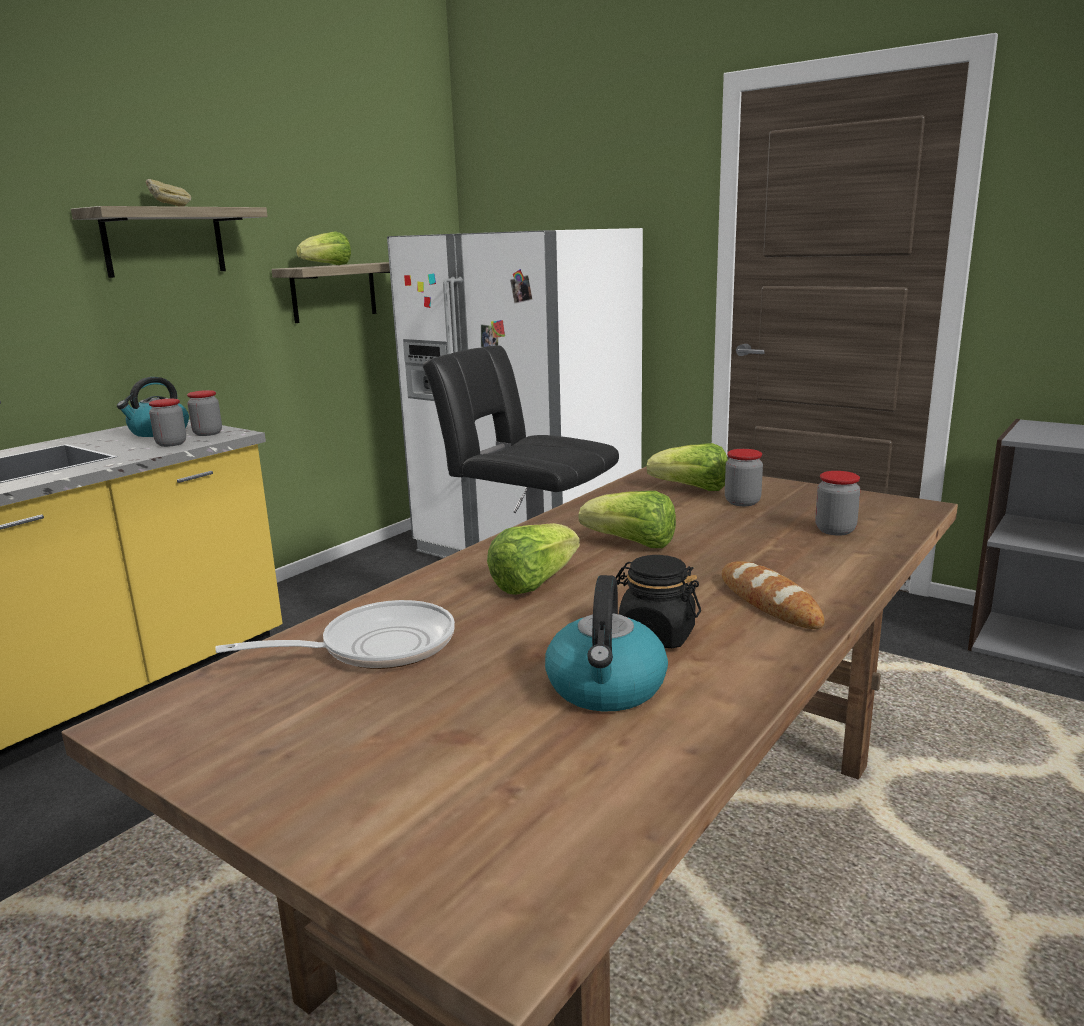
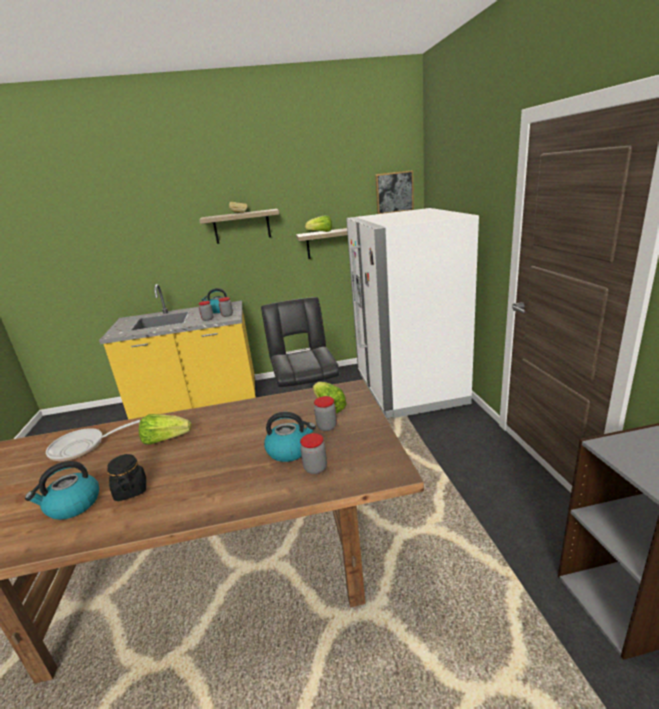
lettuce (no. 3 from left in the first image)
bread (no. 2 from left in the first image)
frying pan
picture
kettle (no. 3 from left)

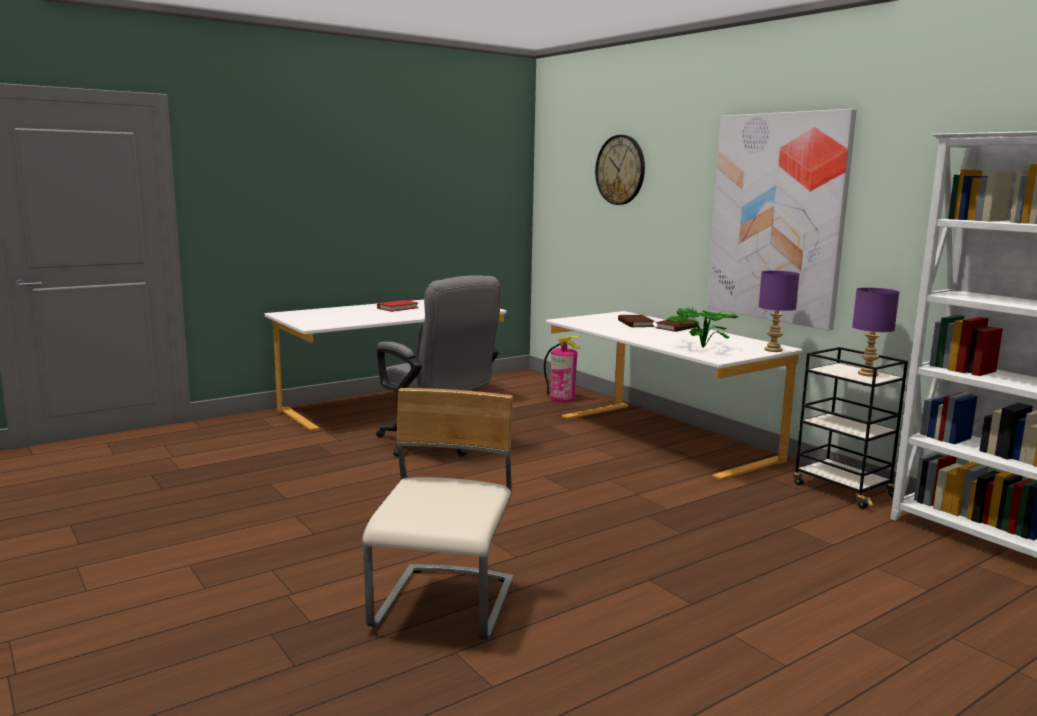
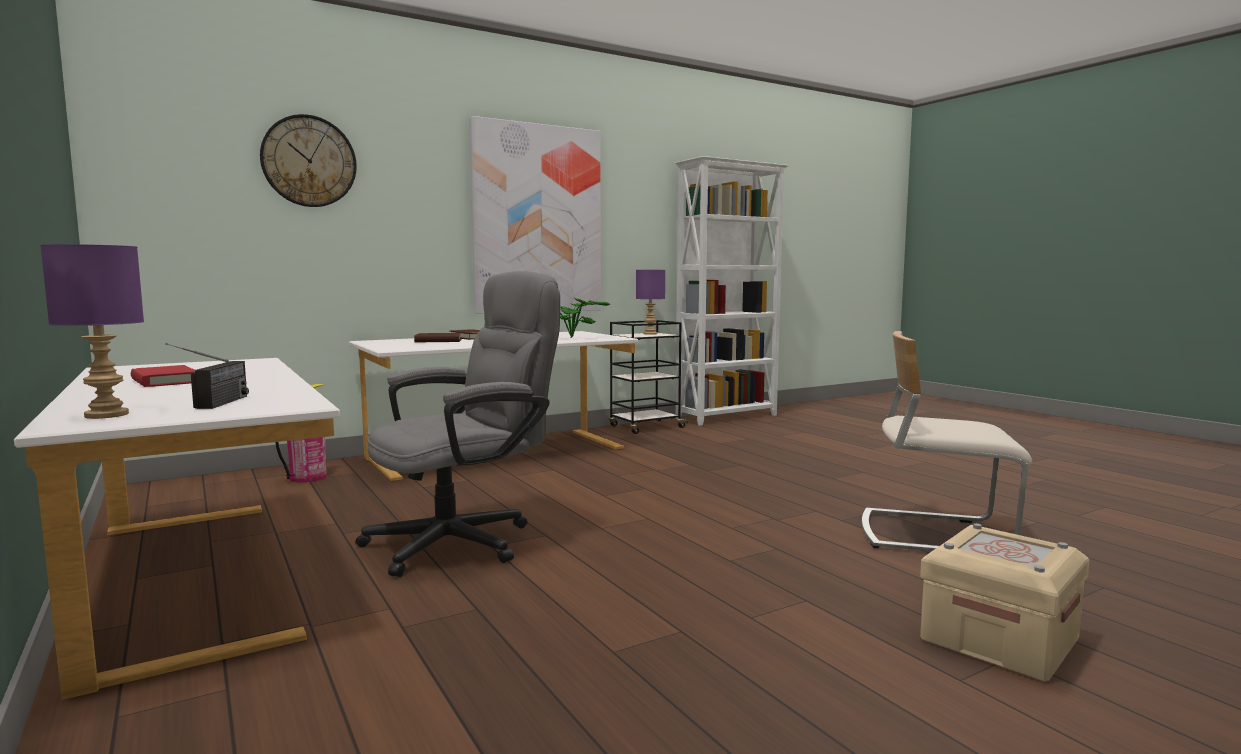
purple table lamp (no. 1 from left)
radio
beige storage box

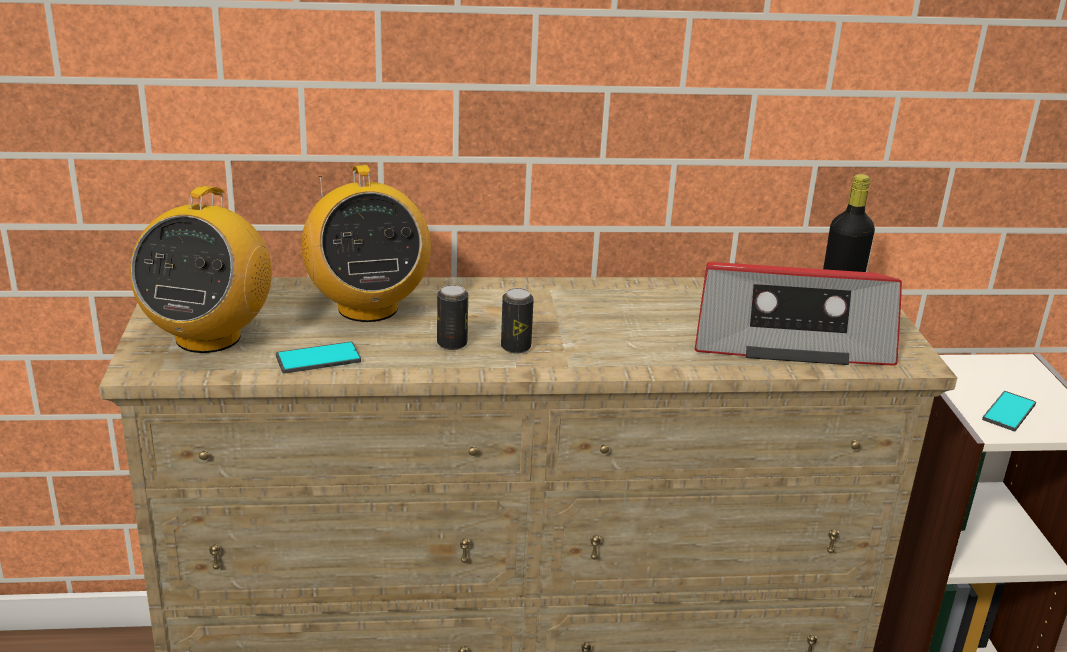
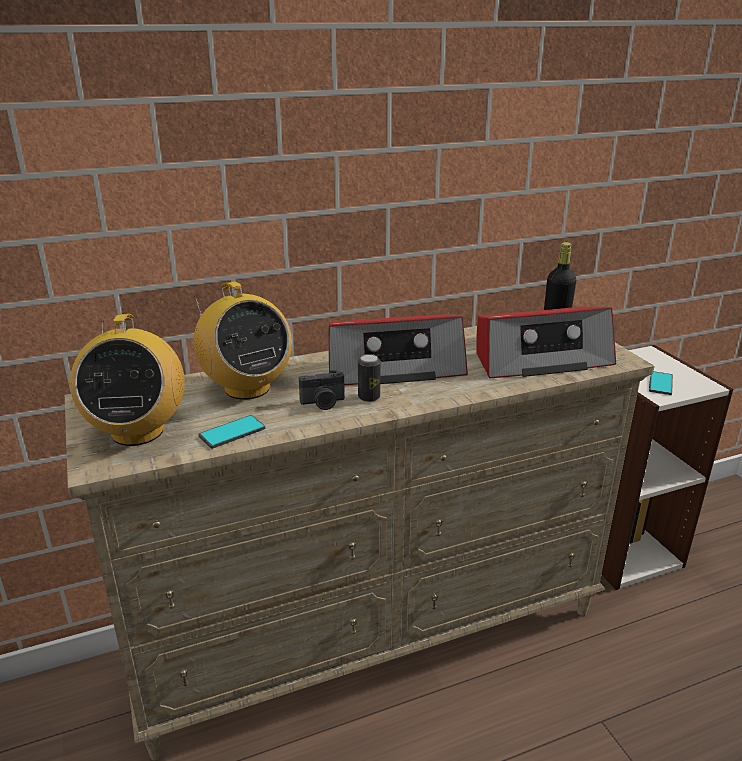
photo camera
radio (no. 3 from left)

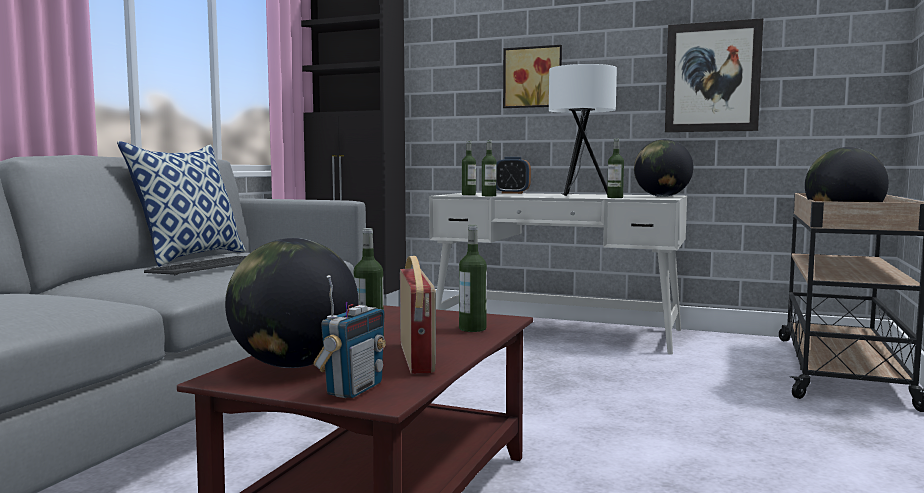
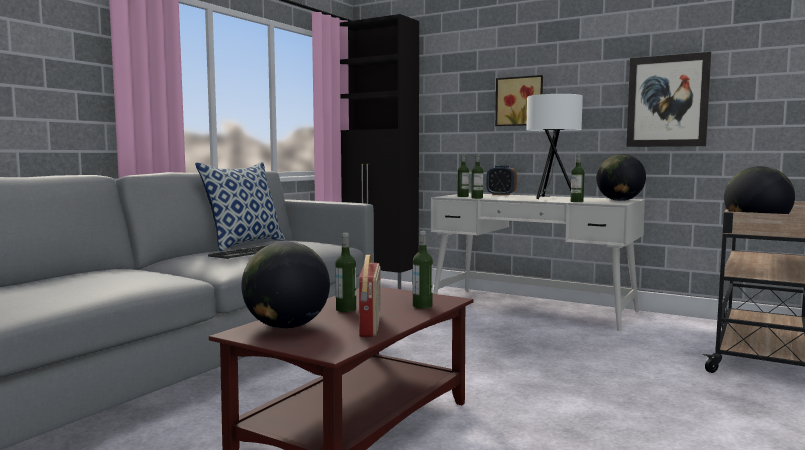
radio (no. 1 from left in the first image)

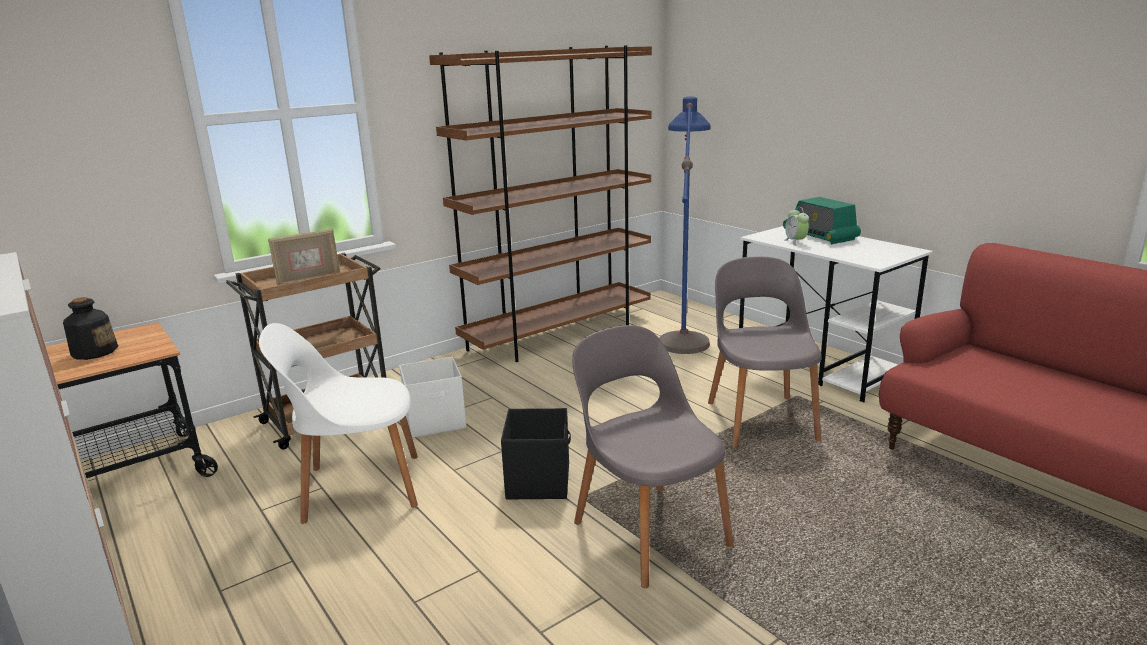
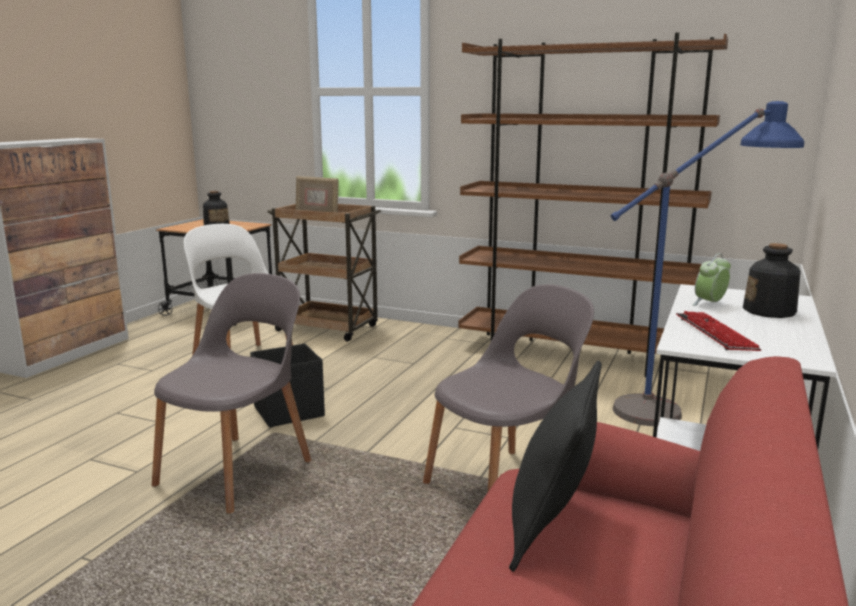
bottle (no. 2 from left)
white storage box
keyboard
black pillow

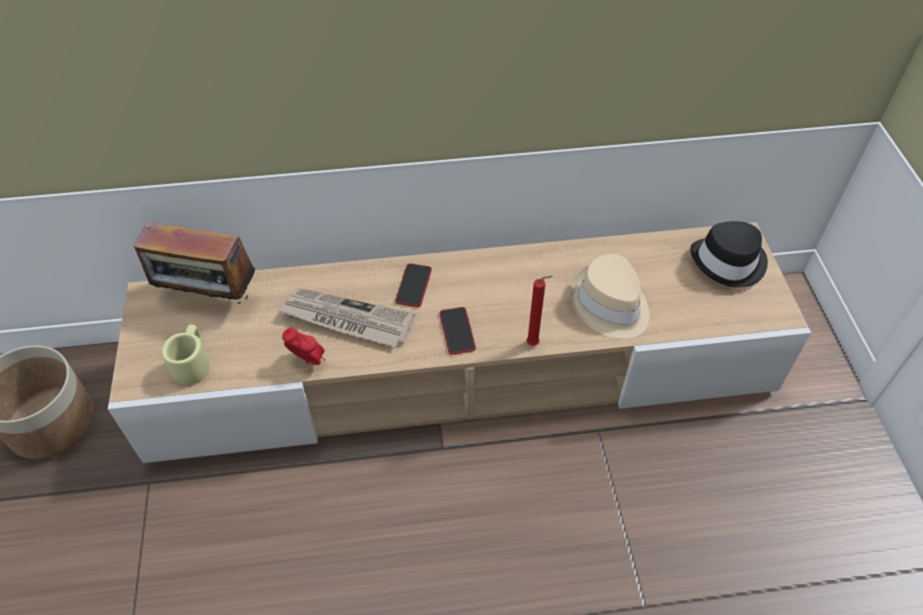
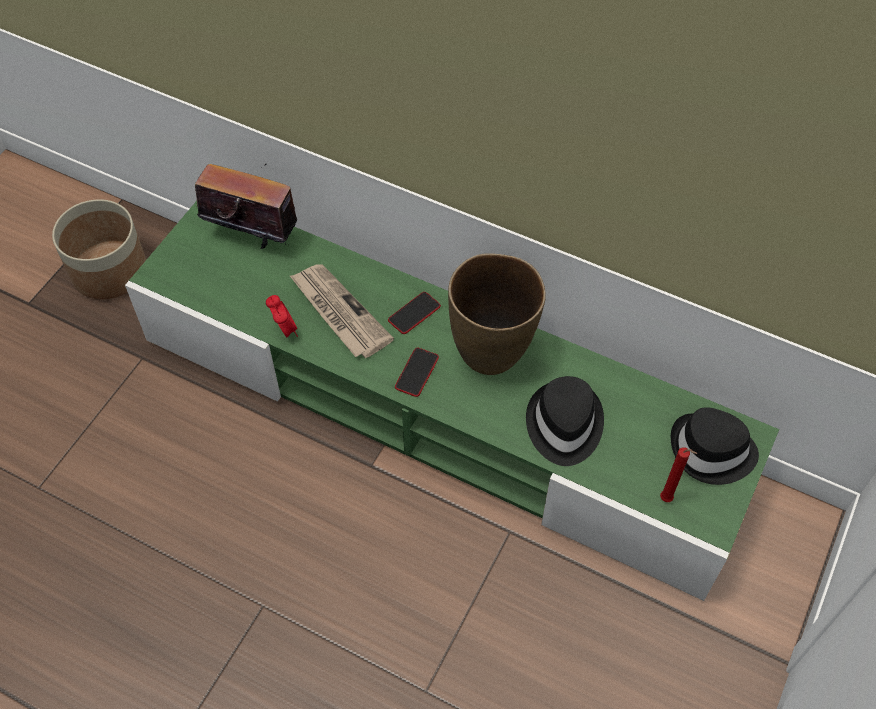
green tv stand
radio
black hat (no. 1 from left)
red candle
beige mug
brown vase

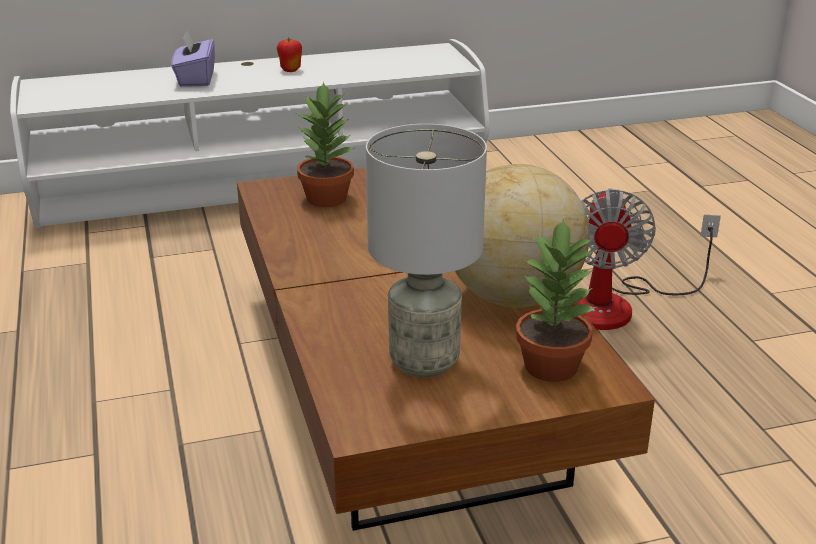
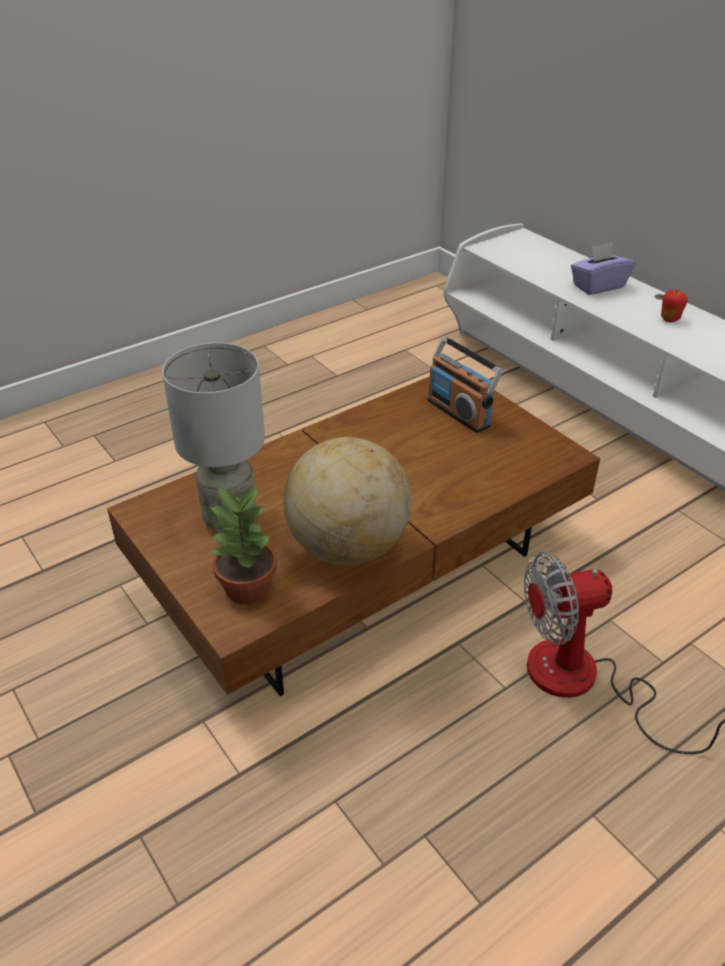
radio

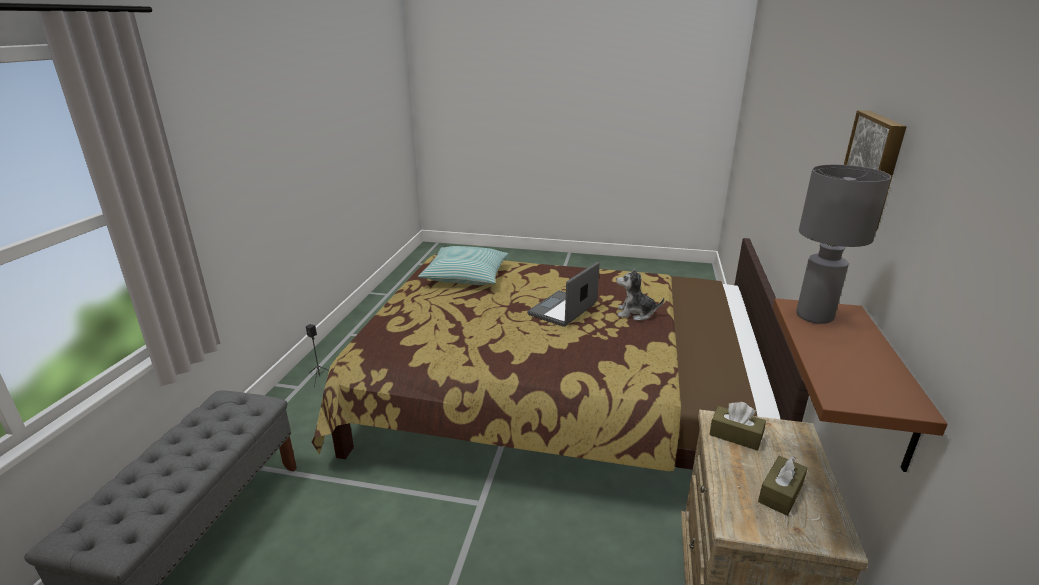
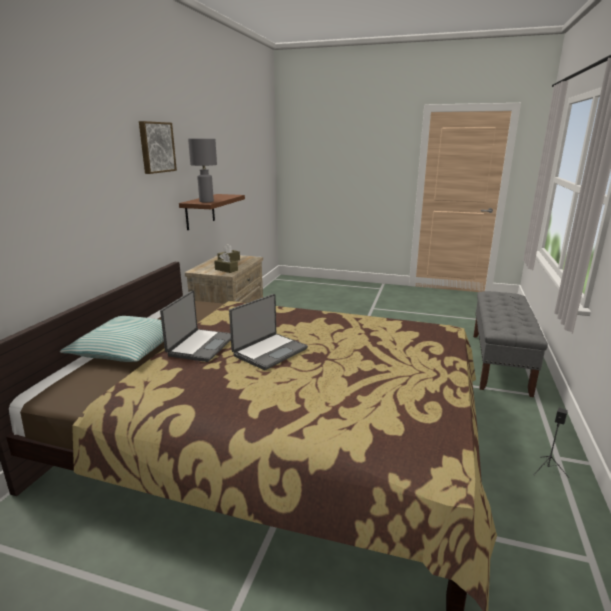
pillow
laptop (no. 1 from left)

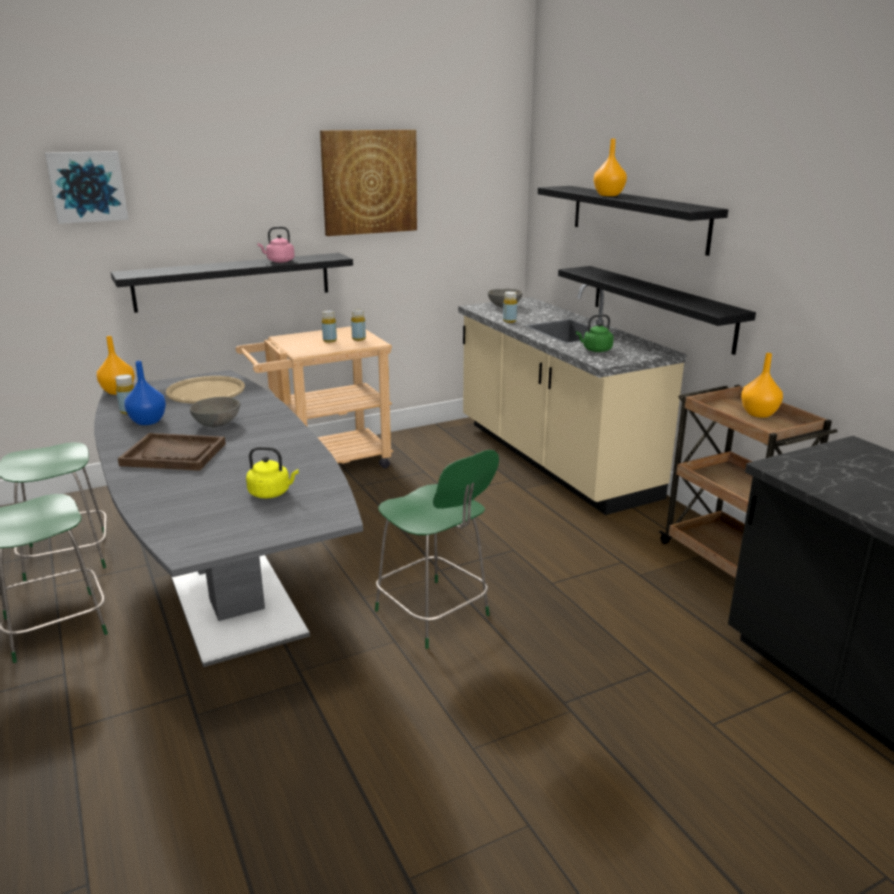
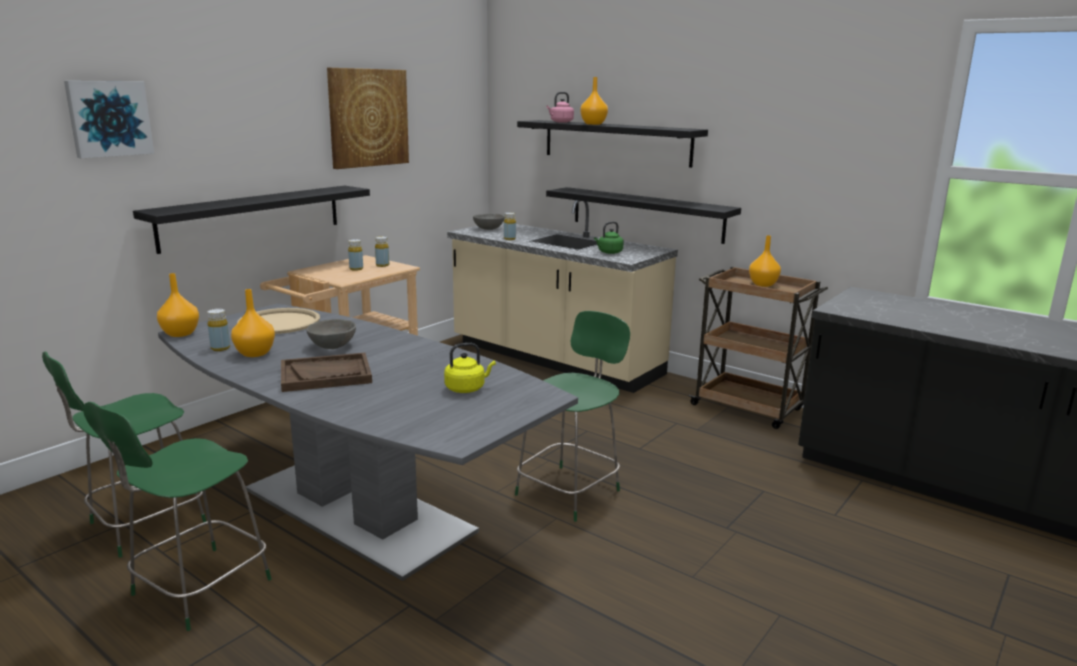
pink kettle
orange vase (no. 2 from left)
green chair (no. 3 from left)

